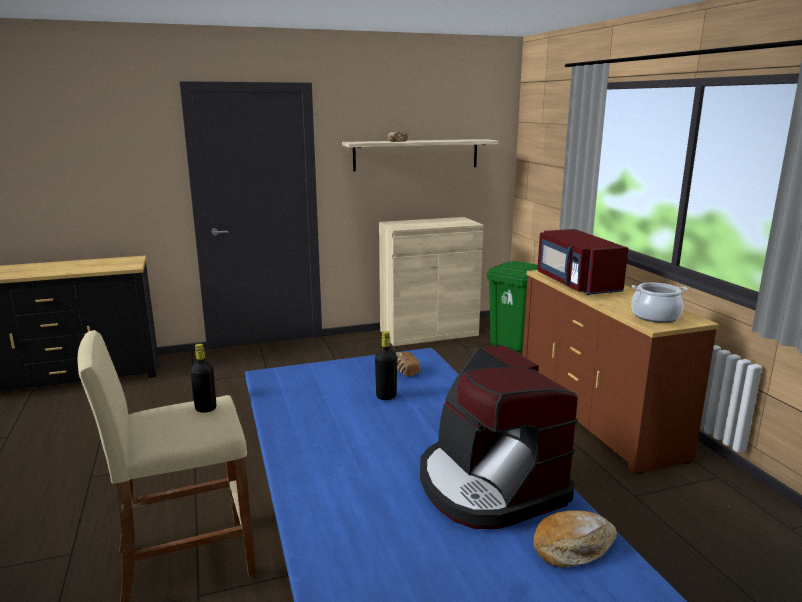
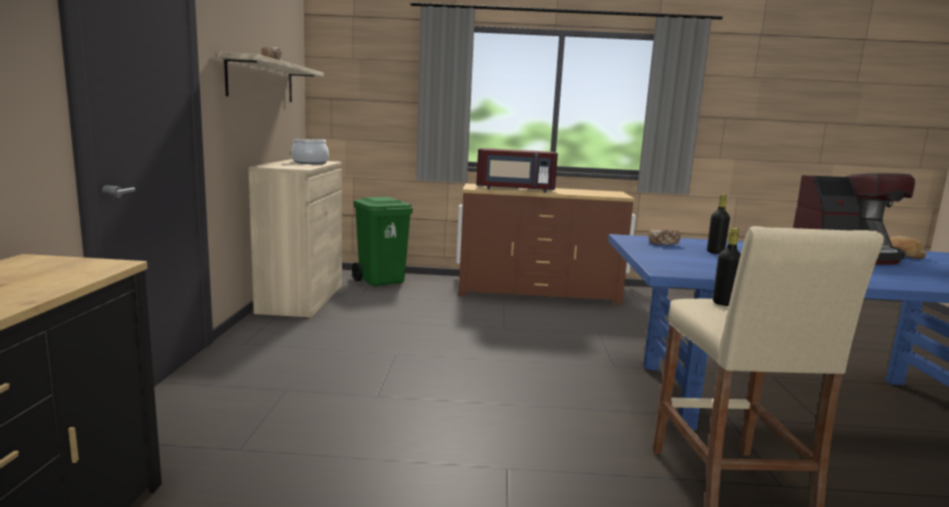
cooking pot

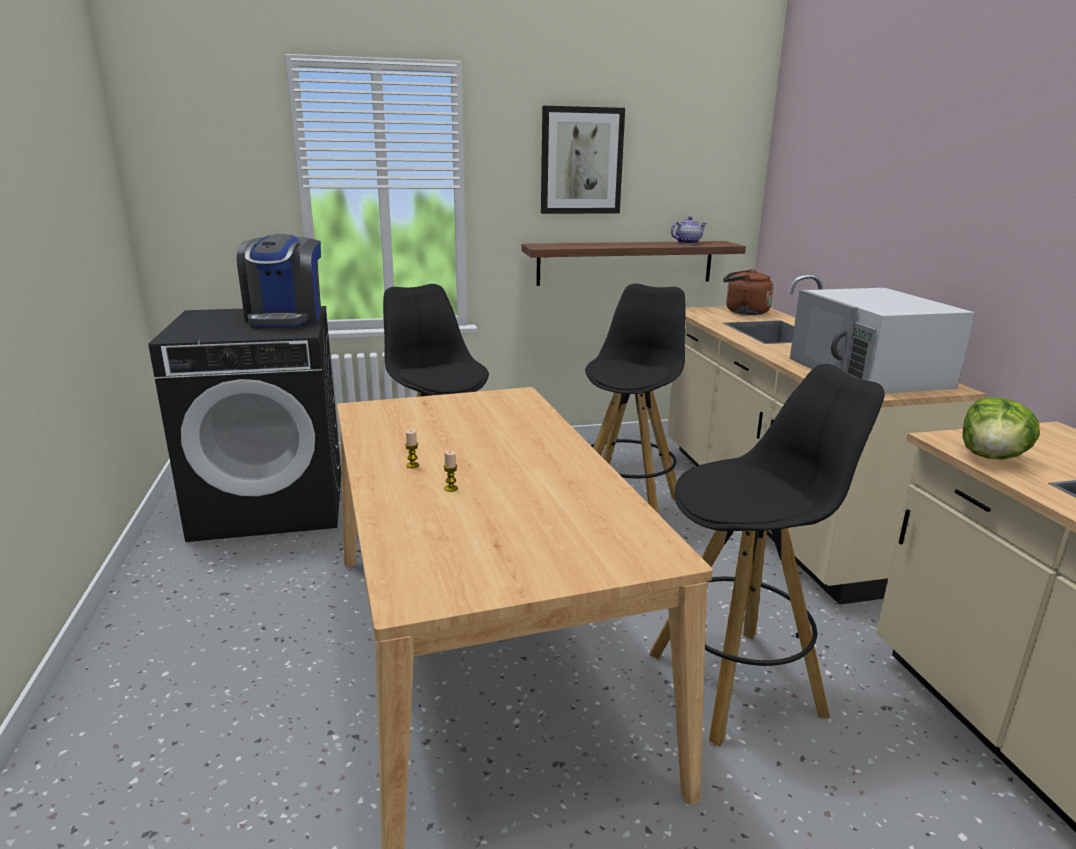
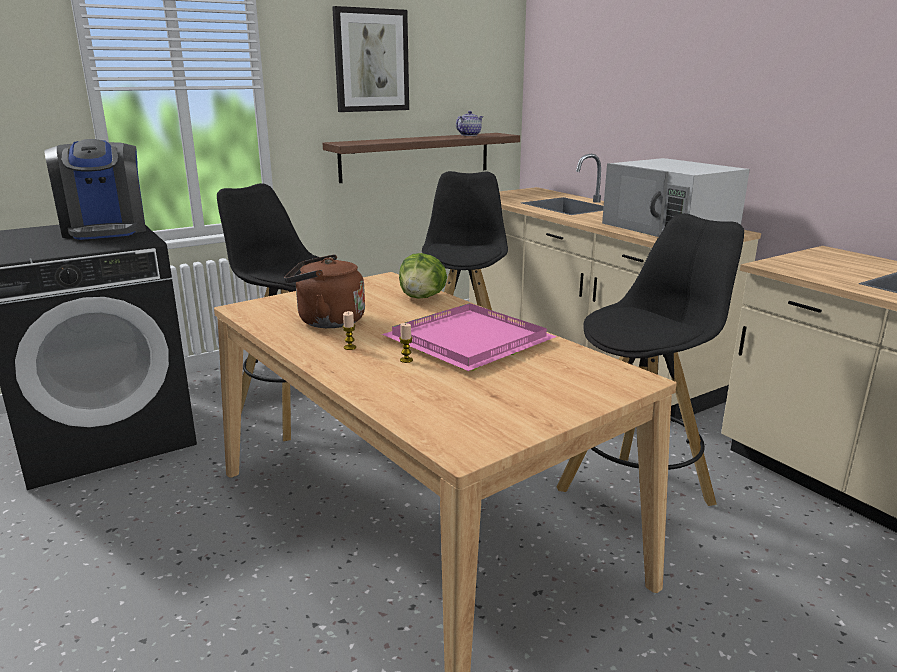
brown kettle
lettuce
pink tray

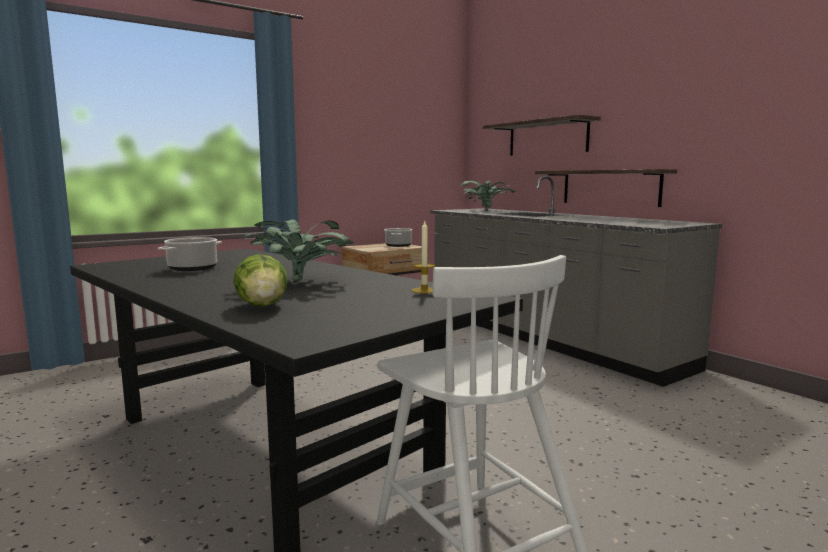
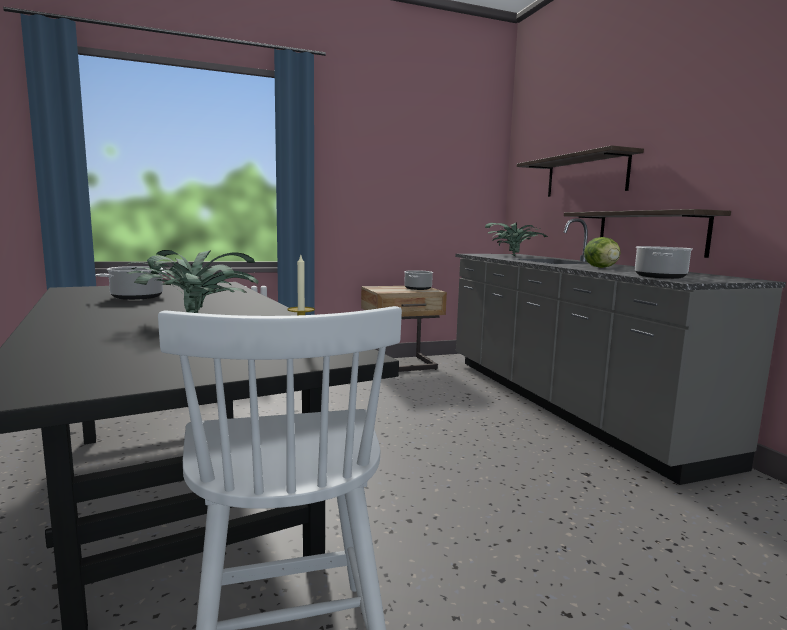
lettuce
cooking pot (no. 3 from left)

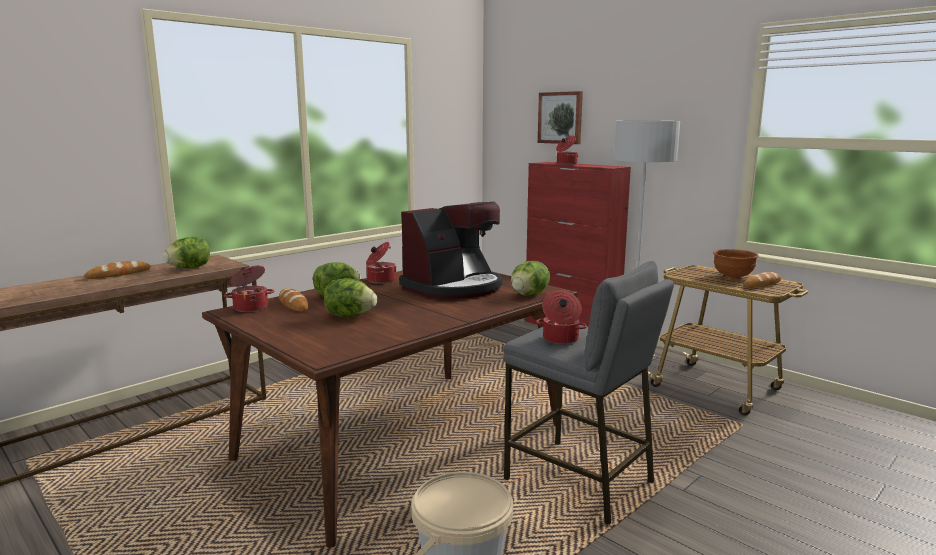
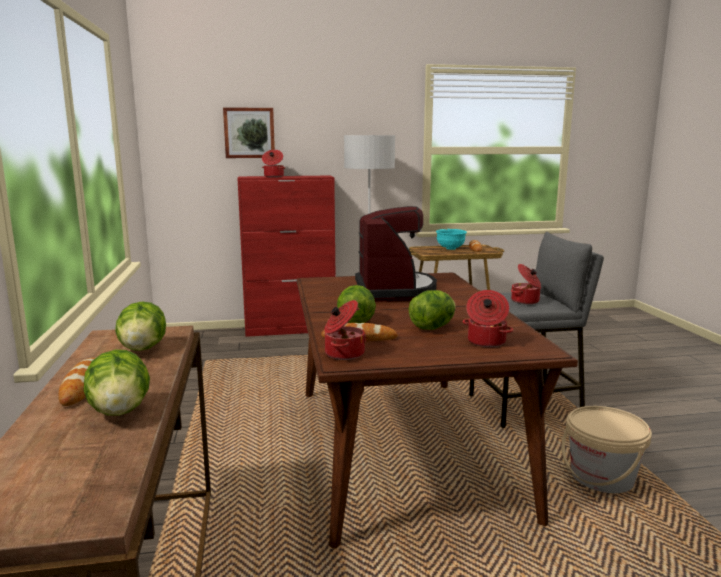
cooking pot (no. 3 from left)
turquoise bowl
lettuce (no. 1 from left)

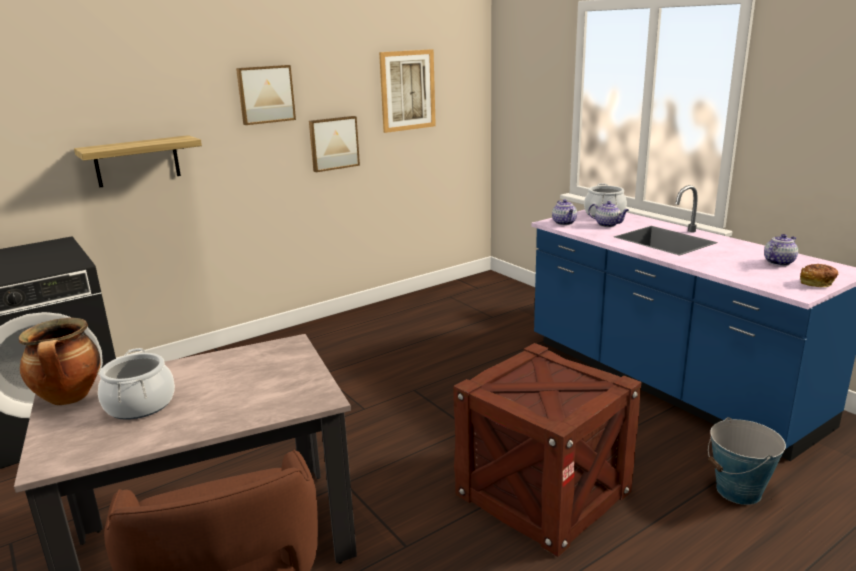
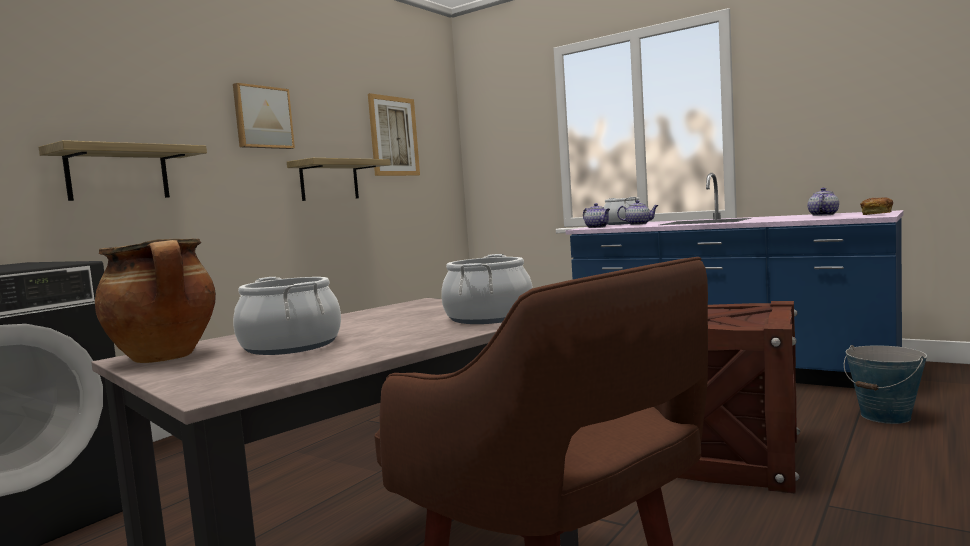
shelf (no. 2 from left)
cooking pot (no. 3 from left)

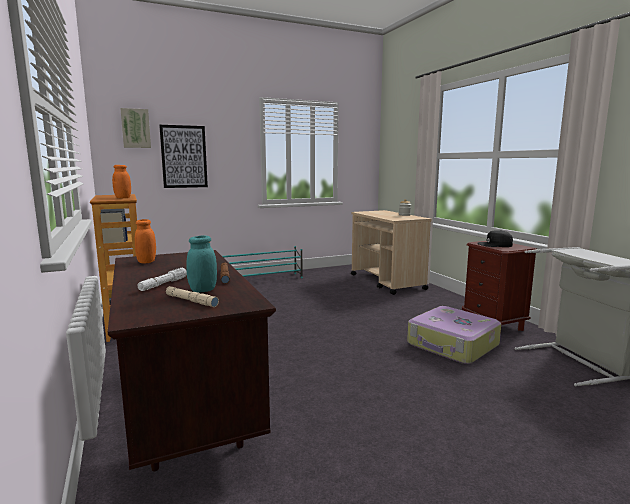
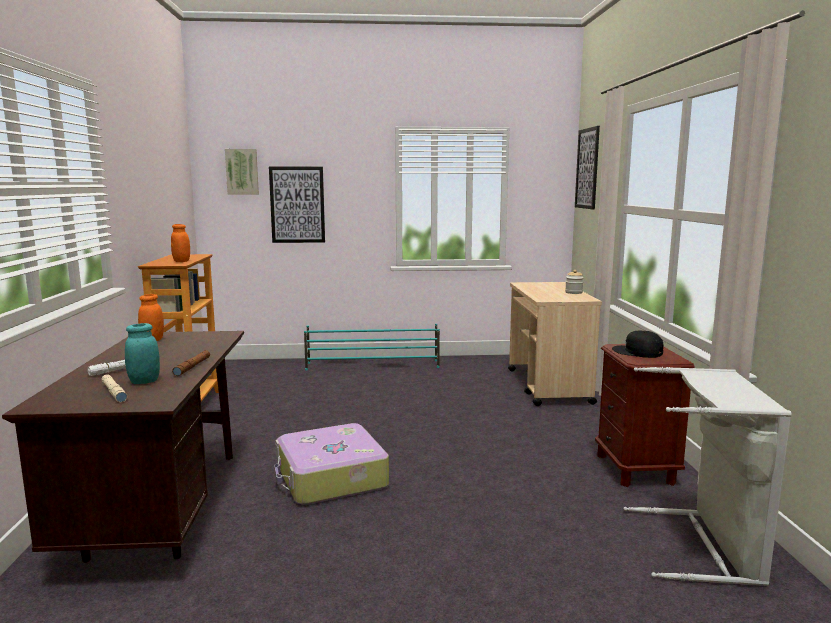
suitcase
picture (no. 3 from left)

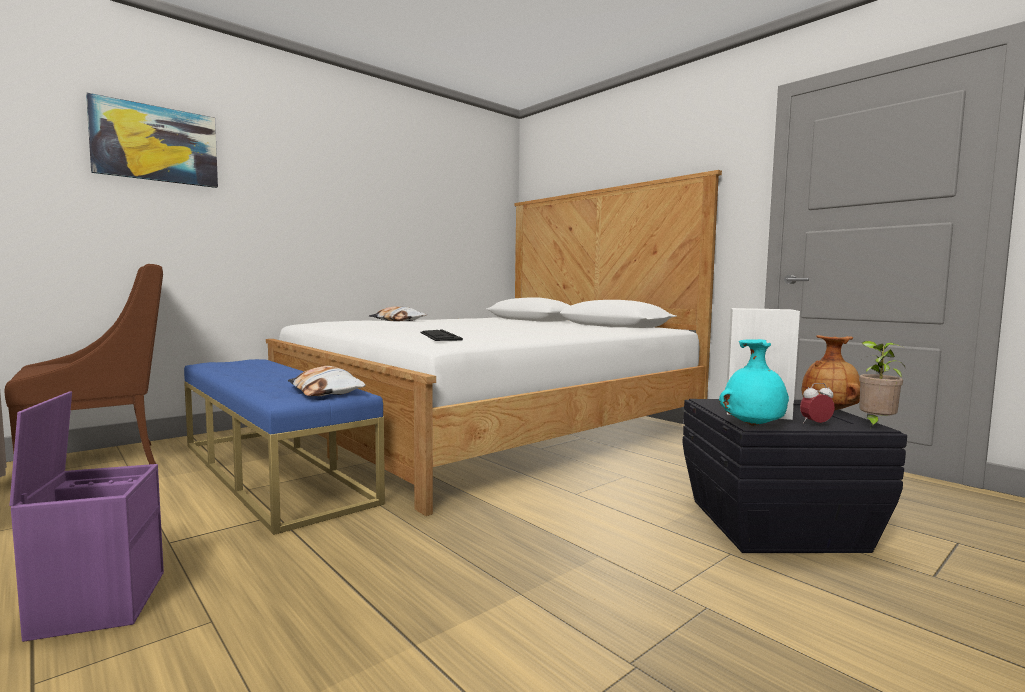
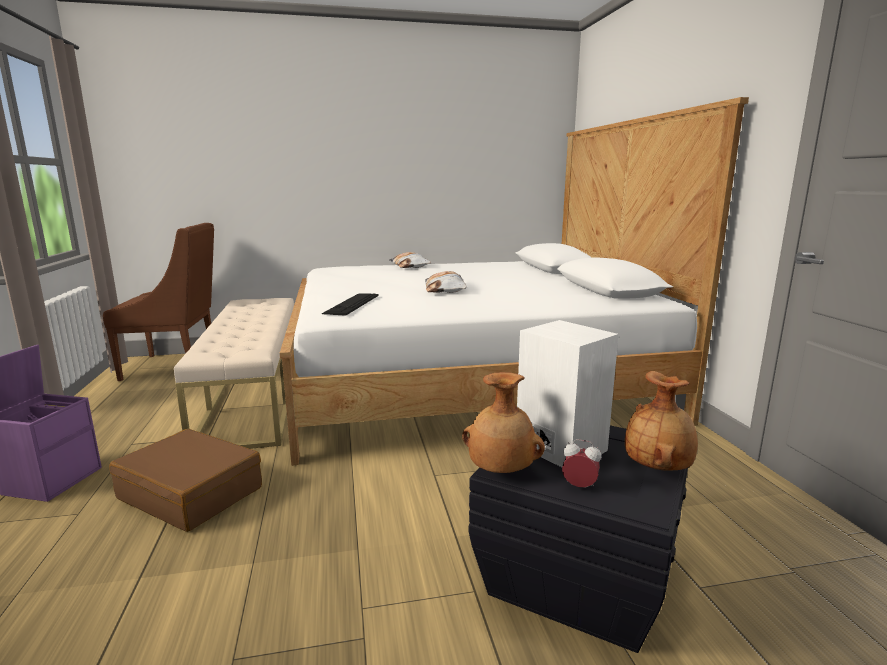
picture
brown vase (no. 1 from left)
potted plant
beige bench
pillow (no. 2 from left)
brown suitcase

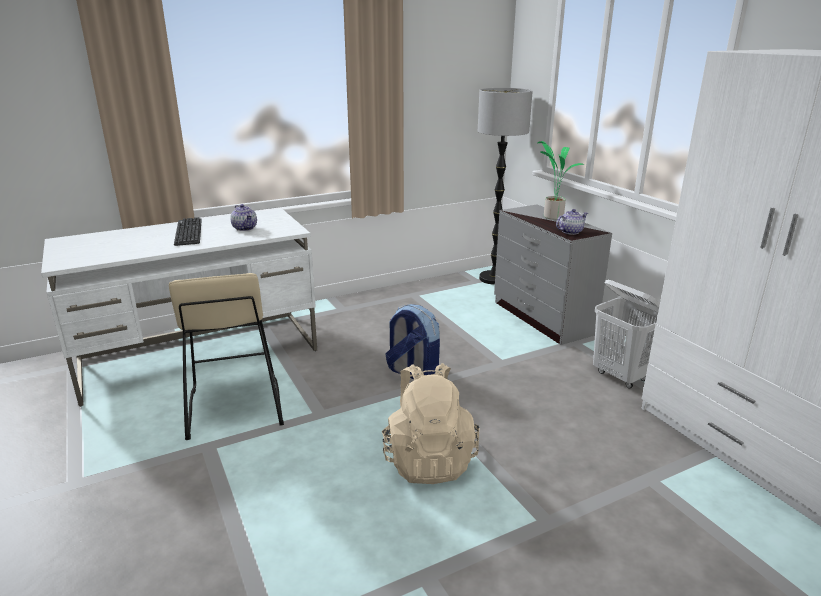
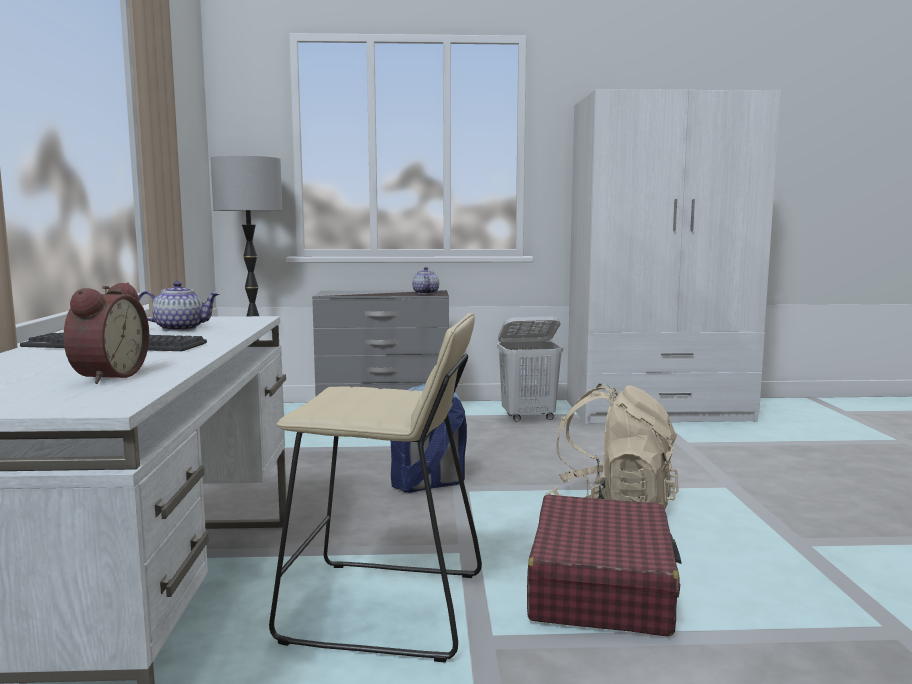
potted plant
alarm clock
red suitcase

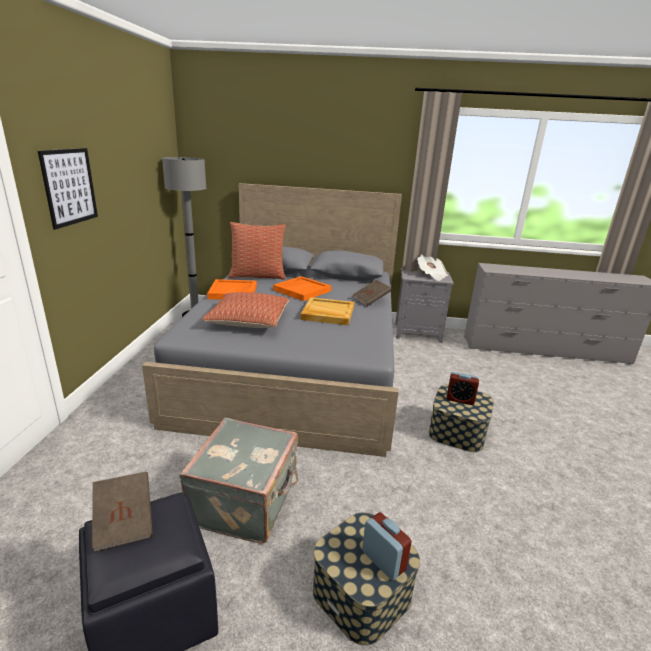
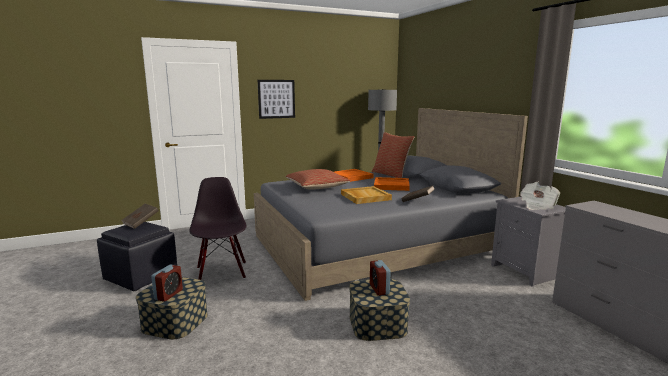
black chair

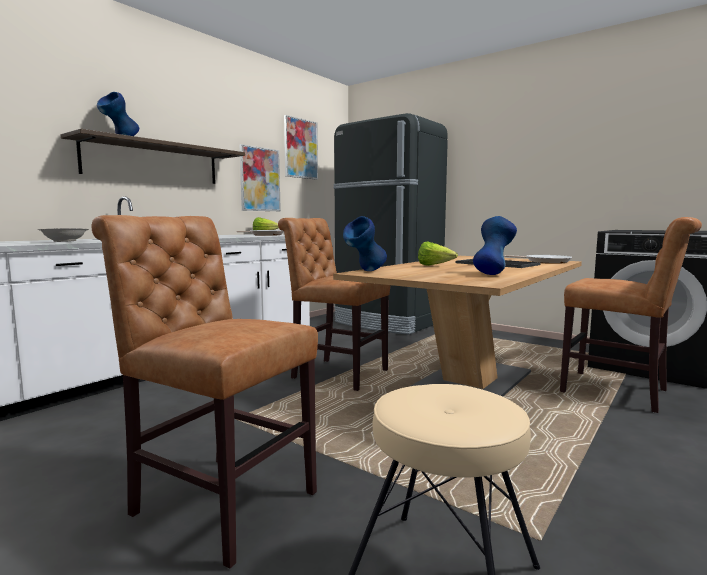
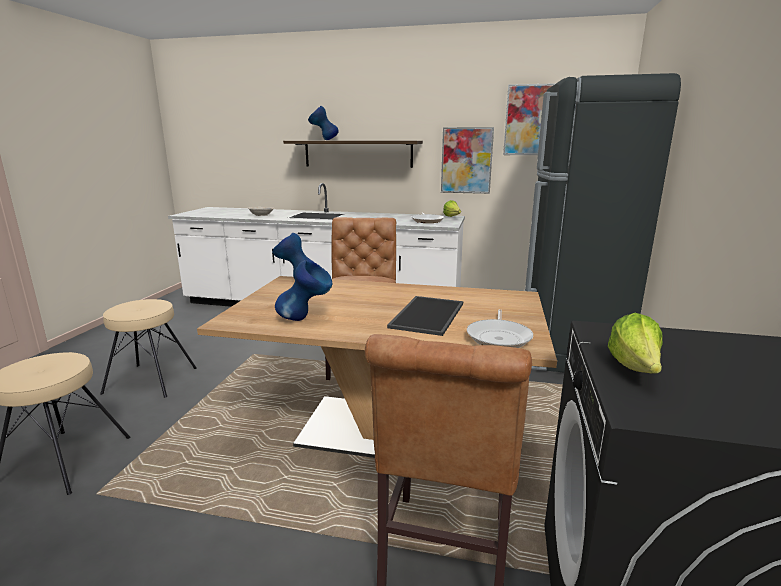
beige stool (no. 2 from left)
lettuce (no. 2 from left)

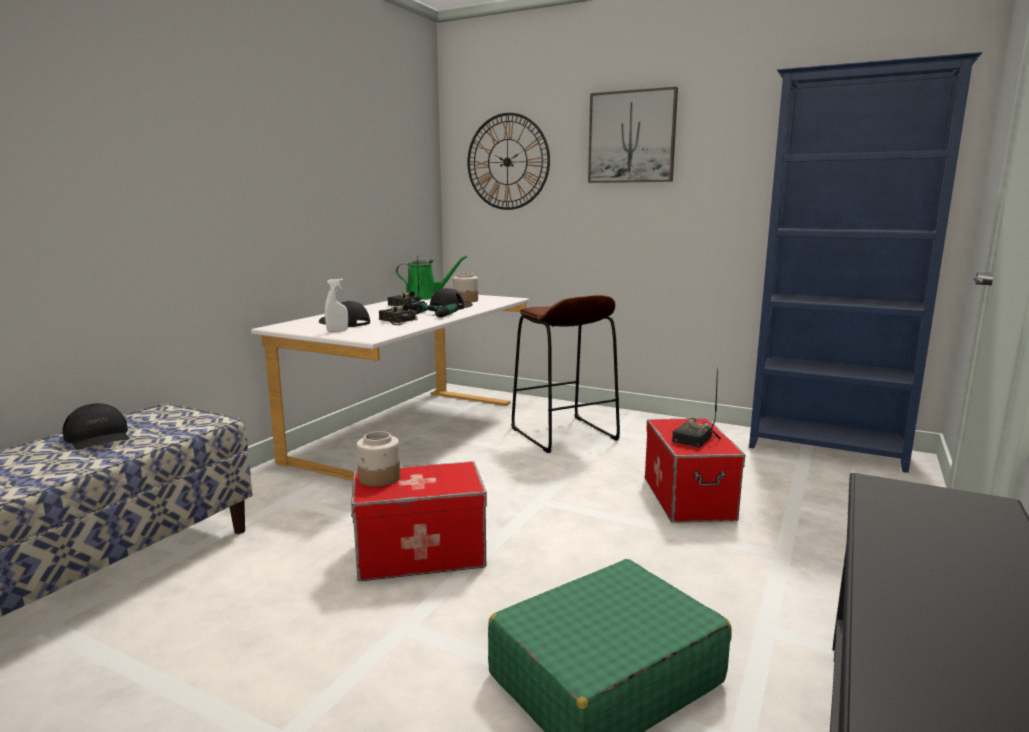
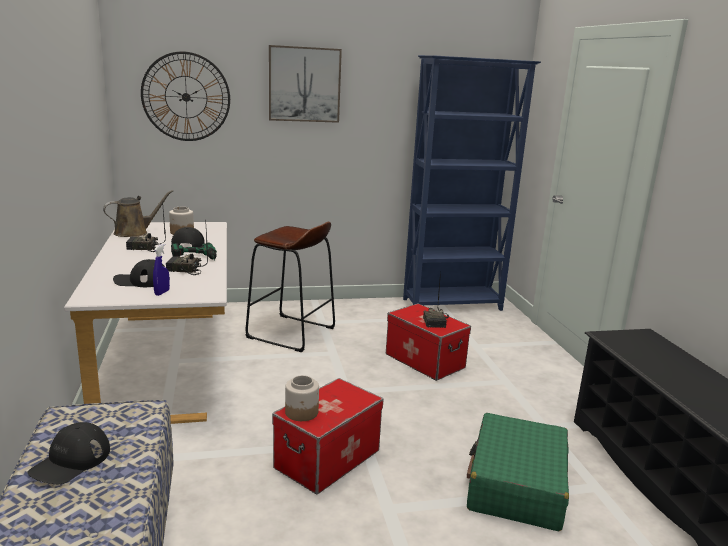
brown watering can
blue spray bottle
black cap (no. 1 from left)

